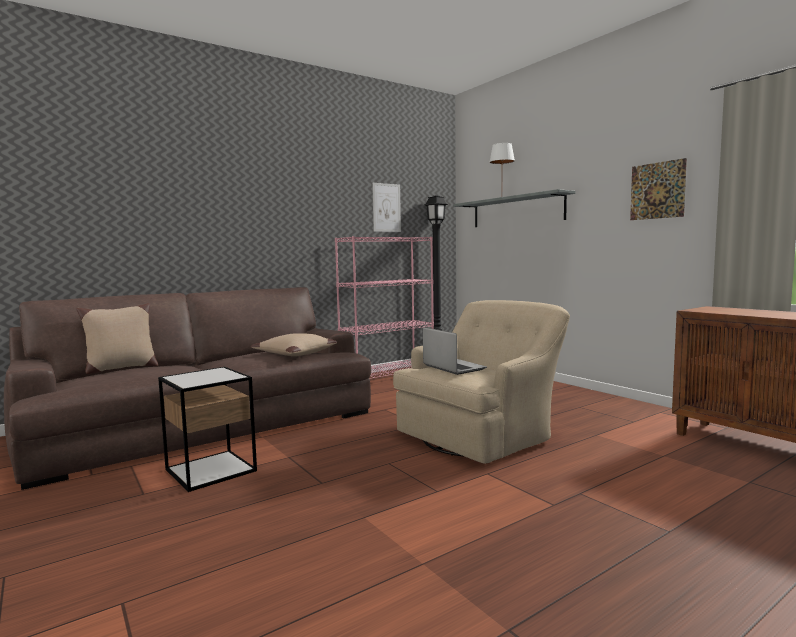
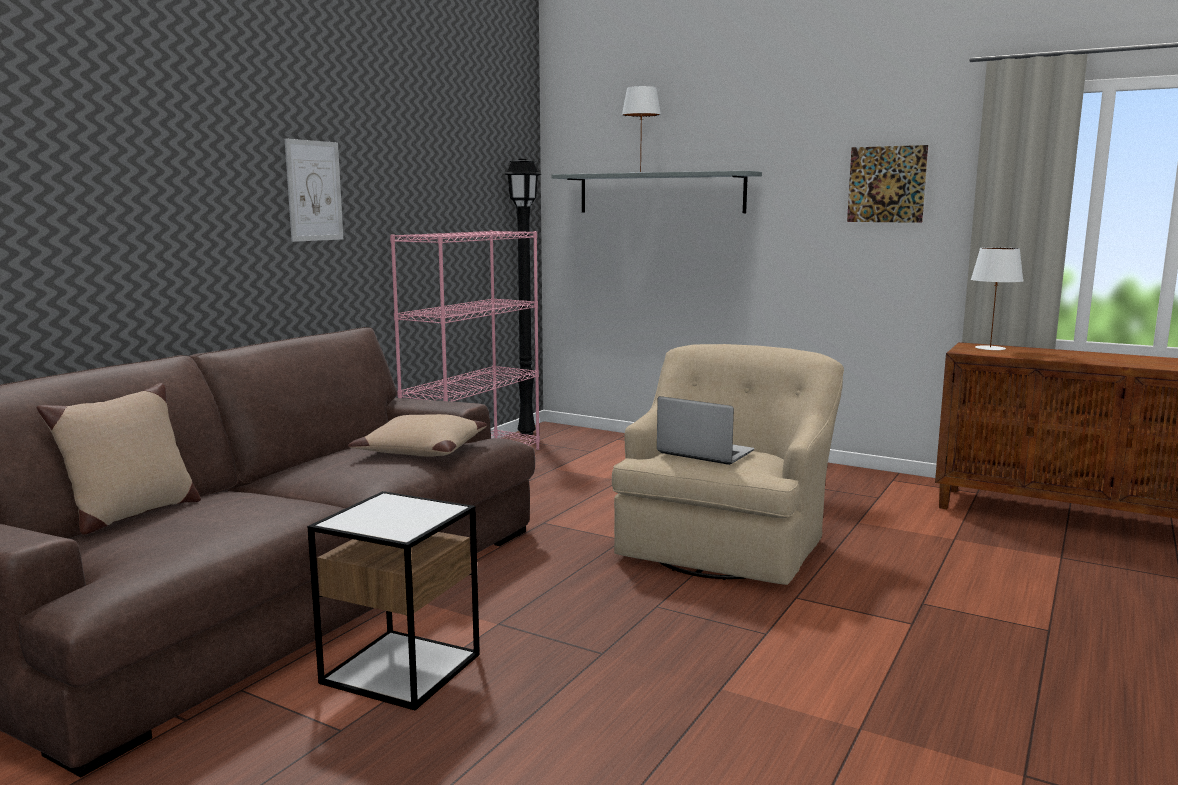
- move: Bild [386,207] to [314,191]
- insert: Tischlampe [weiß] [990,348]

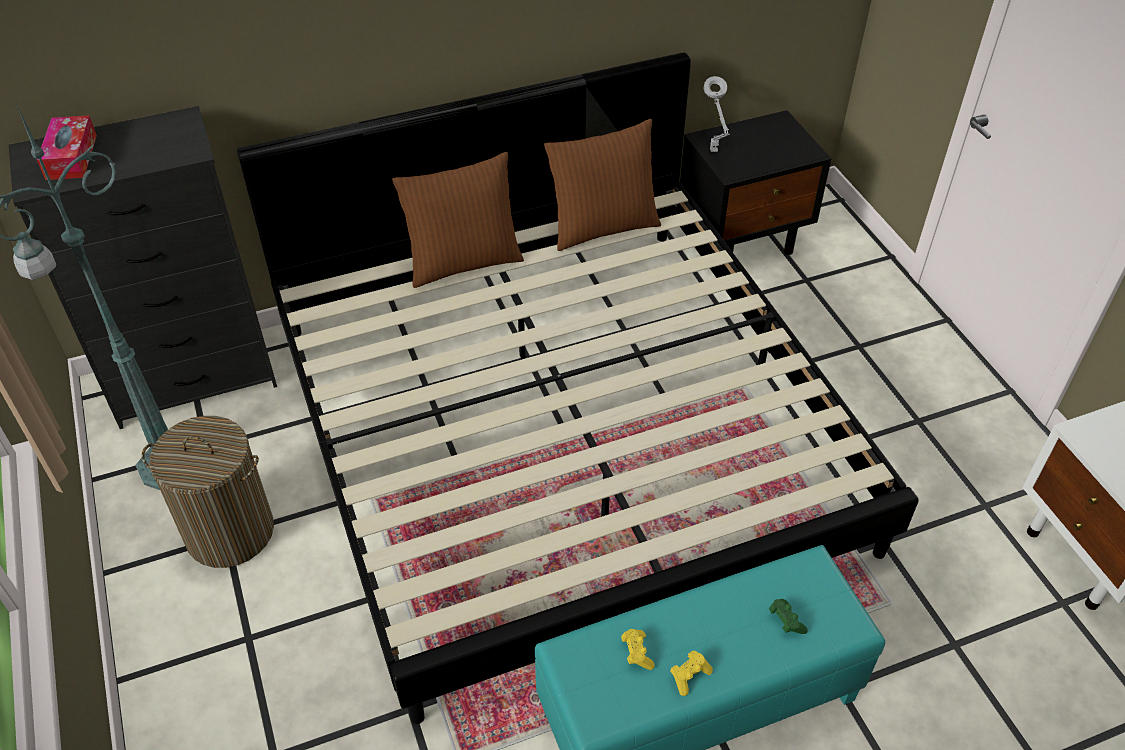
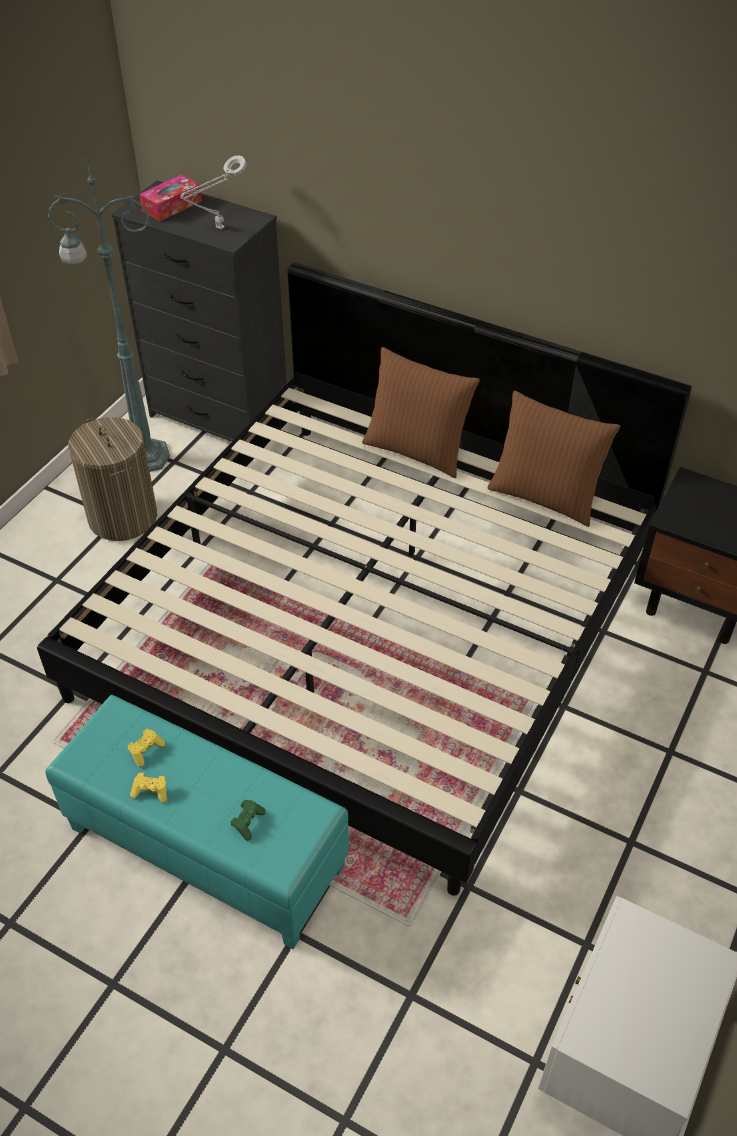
- move: Tischlampe [grau] [714,152] to [218,229]

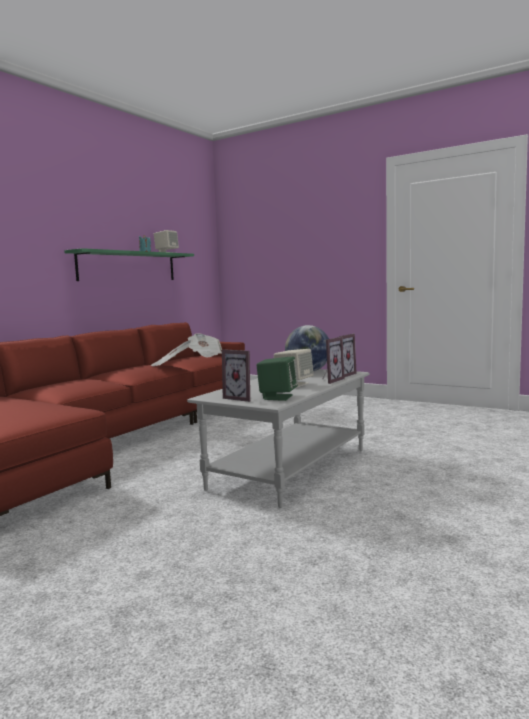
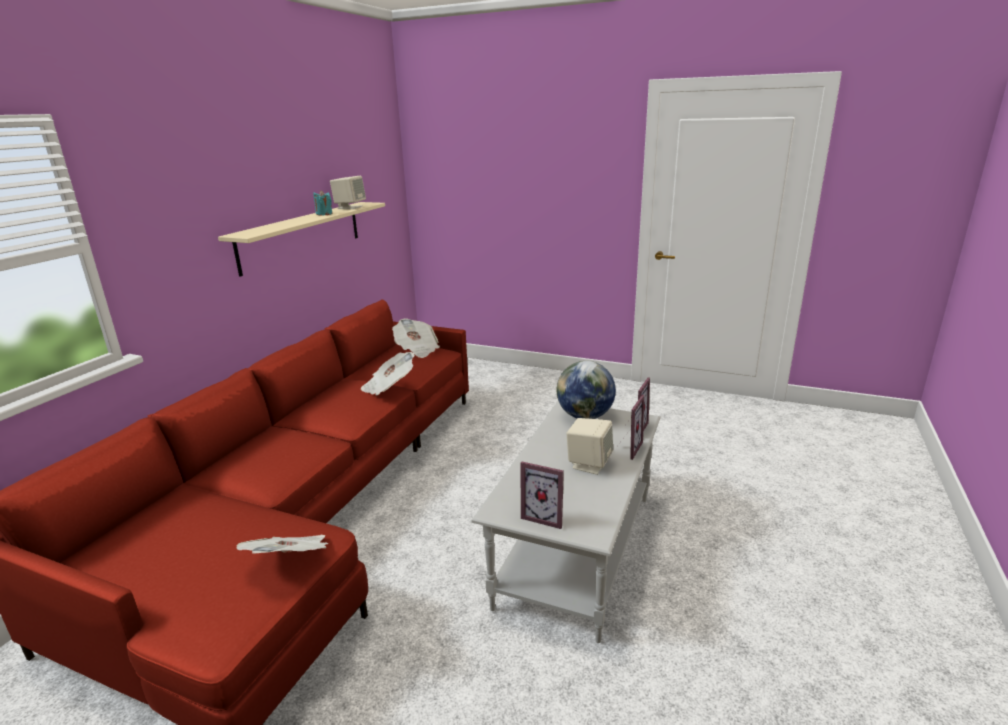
- recolor: Wandregal [grün] [128,266] to Wandregal [beige] [302,235]
- delete: Lautsprecher [grün] [278,397]
- insert: Zeitung [291,561]

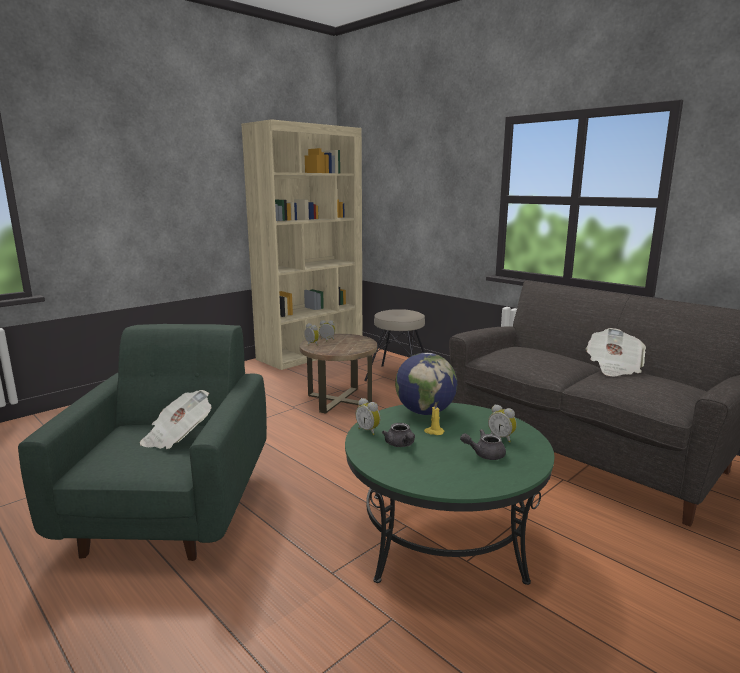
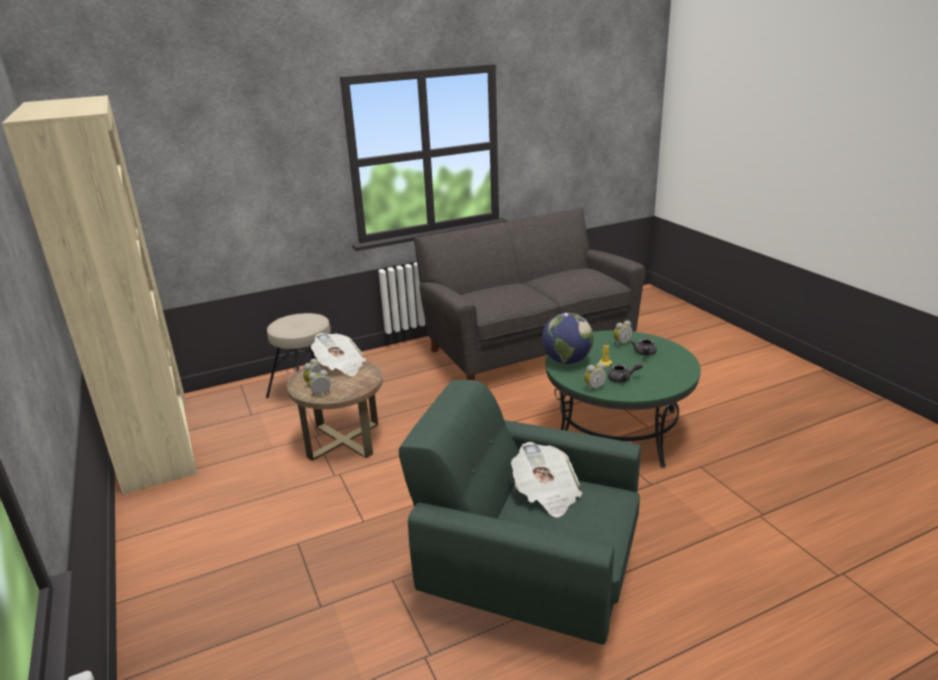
- move: Zeitung [613,367] to [340,366]

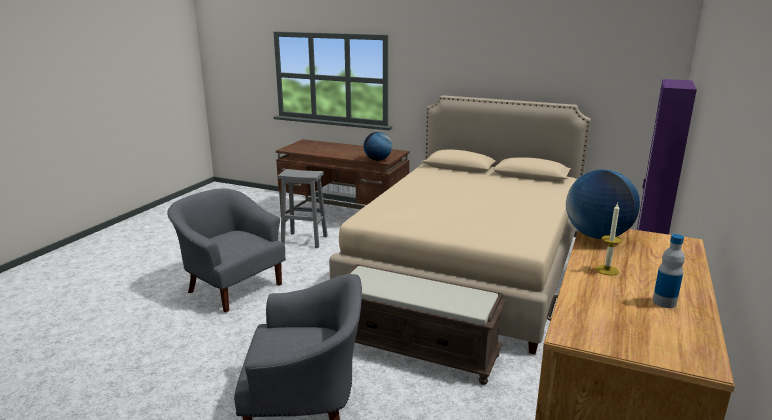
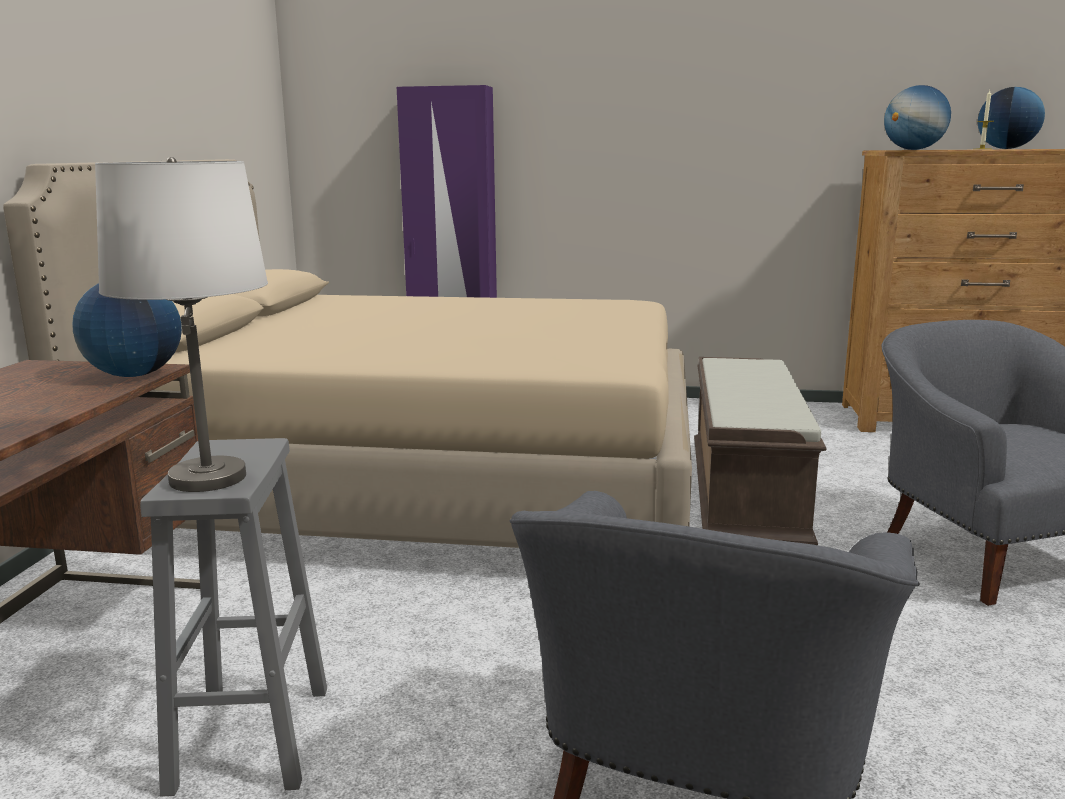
- replace: Flasche [664,302] to Globus [1006,148]
- insert: Tischlampe [weiß] [206,478]

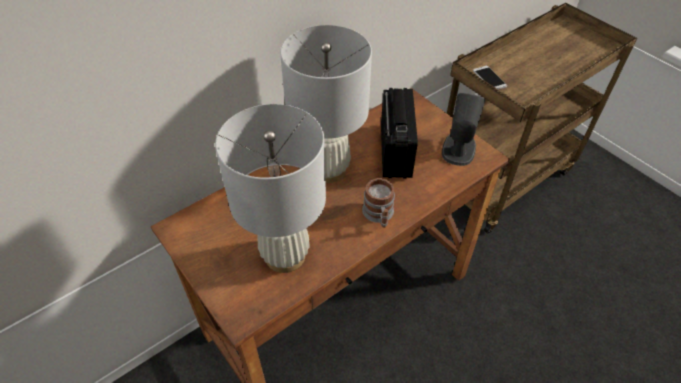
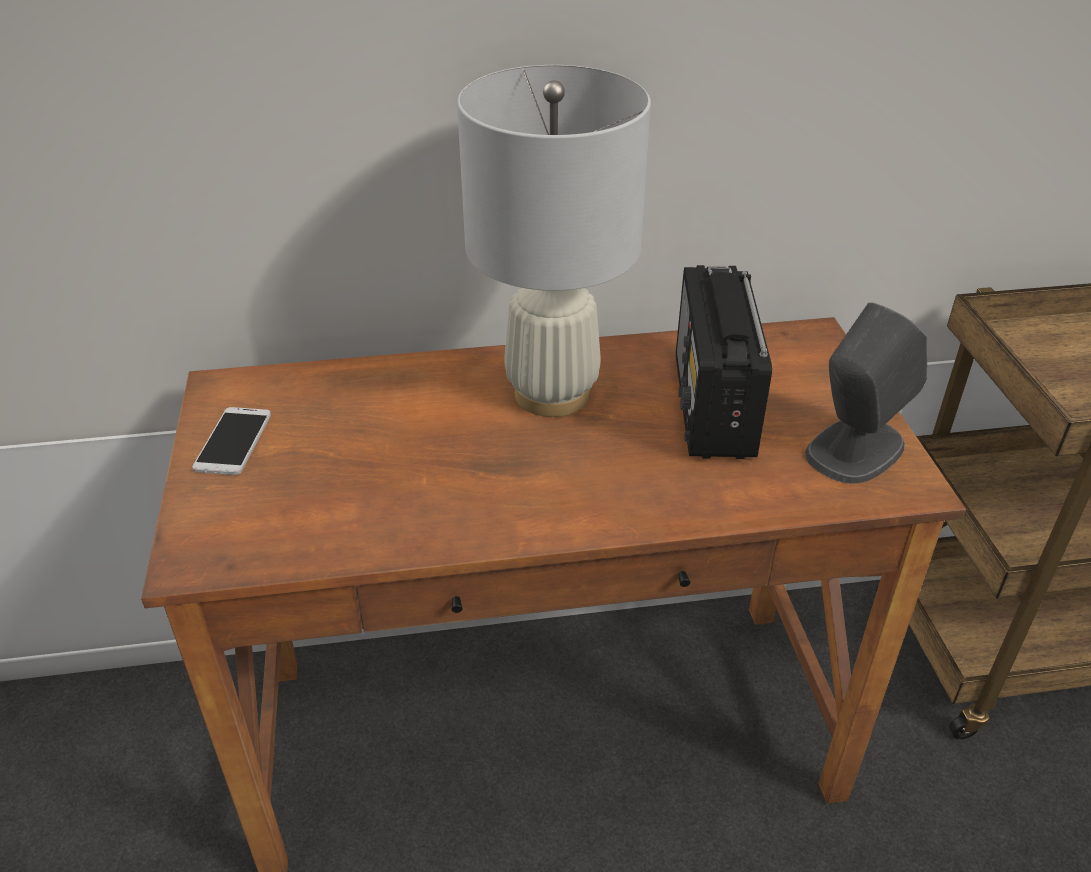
- move: Handy [489,78] to [233,441]
- rotate: Radio [395,150] = [713,407] 150 degrees clockwise
- delete: Tischlampe [weiß] [285,255]
- delete: Henkelbecher [379,215]

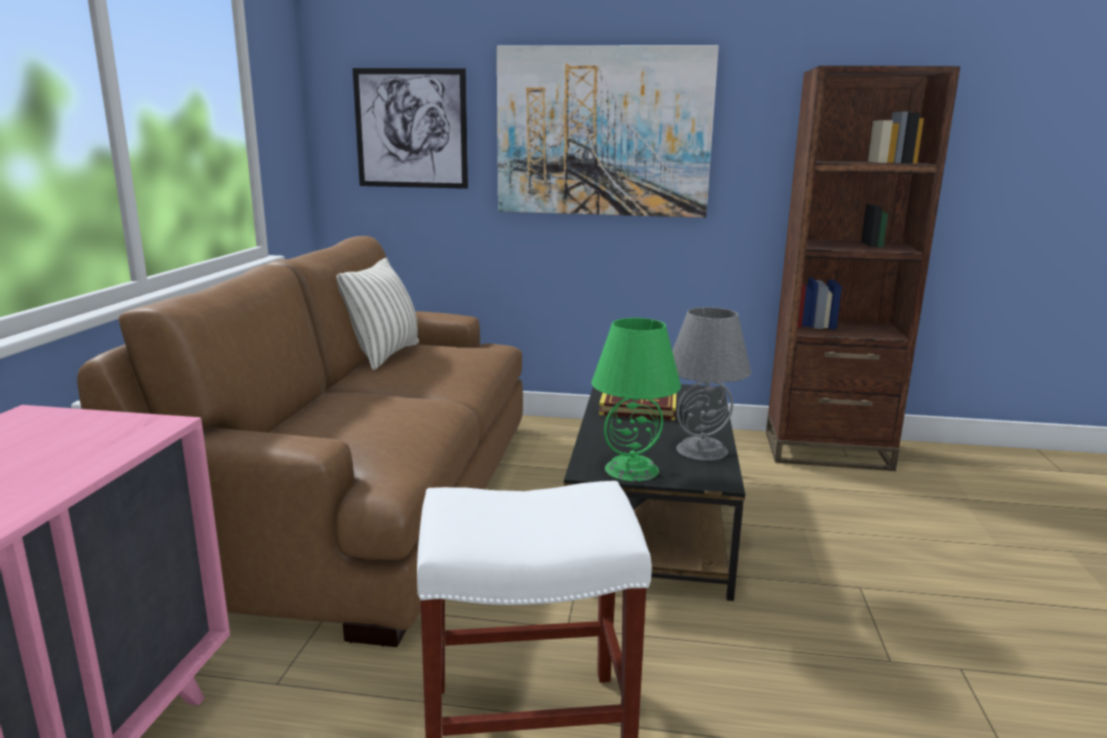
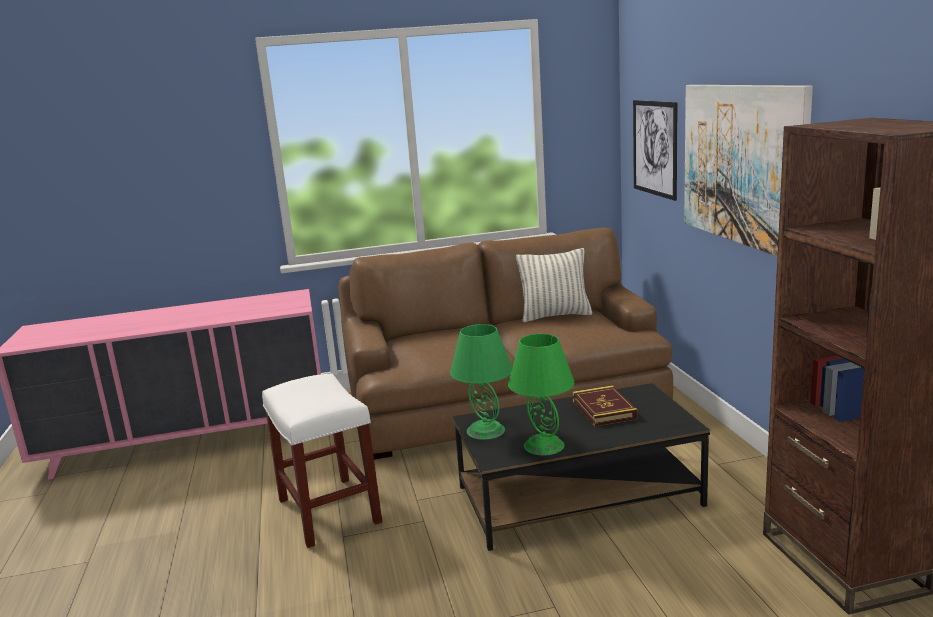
- recolor: Tischlampe [grau] [702,449] to Tischlampe [grün] [544,445]

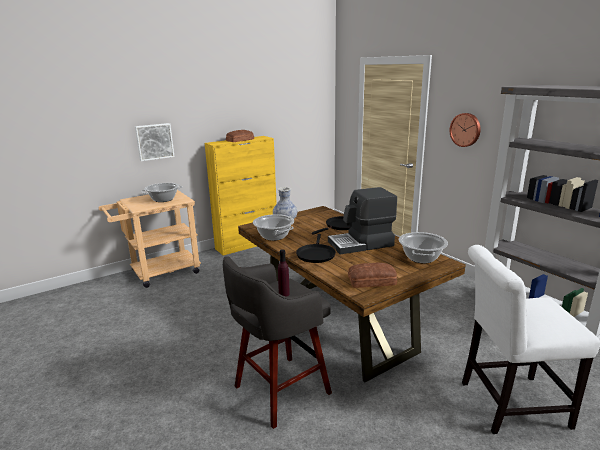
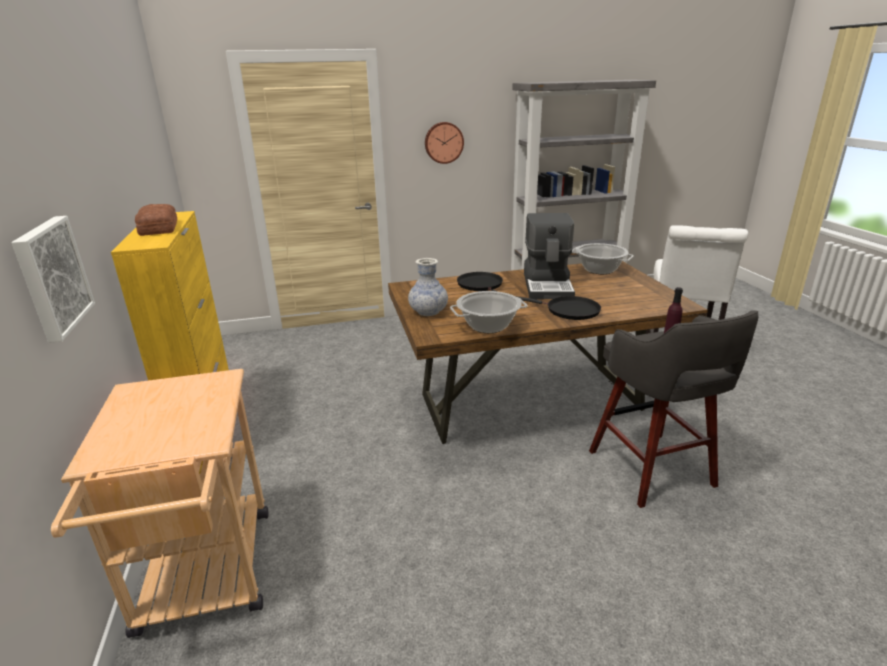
- delete: Kochtopf [163,199]
- delete: Brot [372,281]

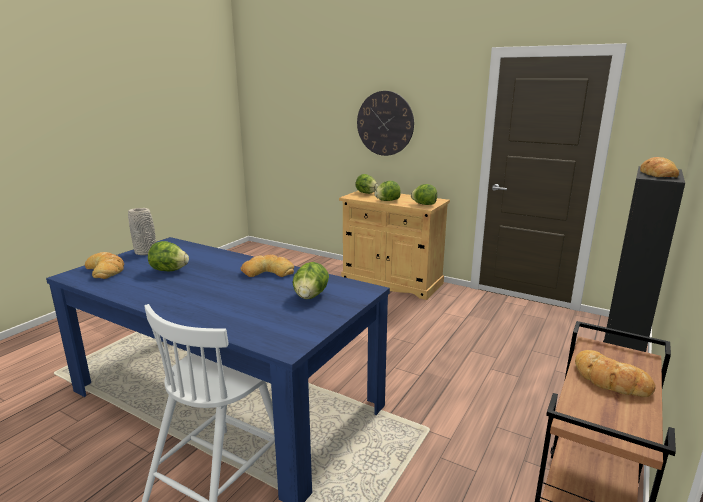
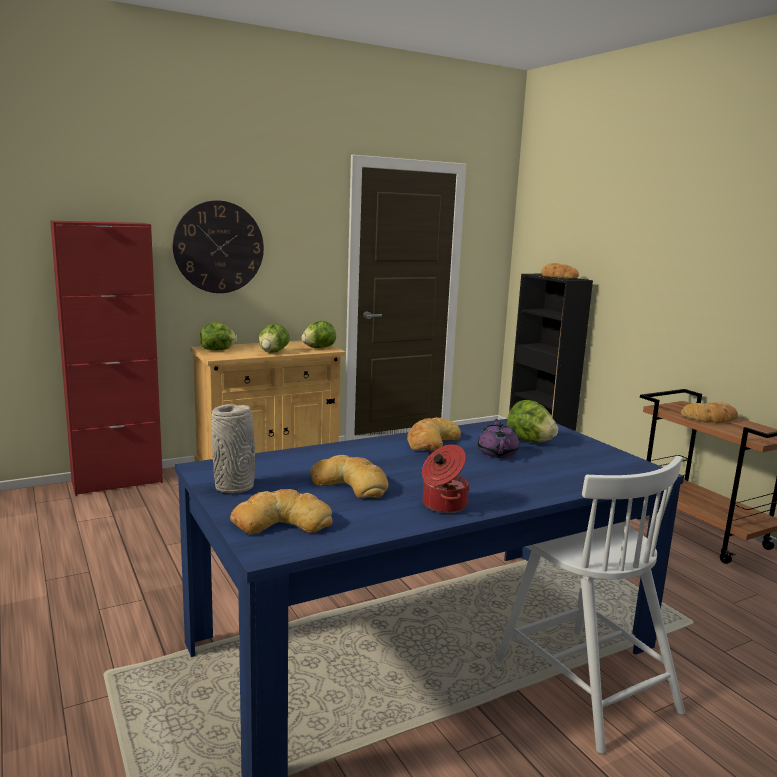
- replace: Salatkopf [169,270] to Brot [351,484]
- insert: Schrank [rot] [117,482]
- insert: Teekanne [lila] [497,453]
- insert: Kochtopf [442,505]

